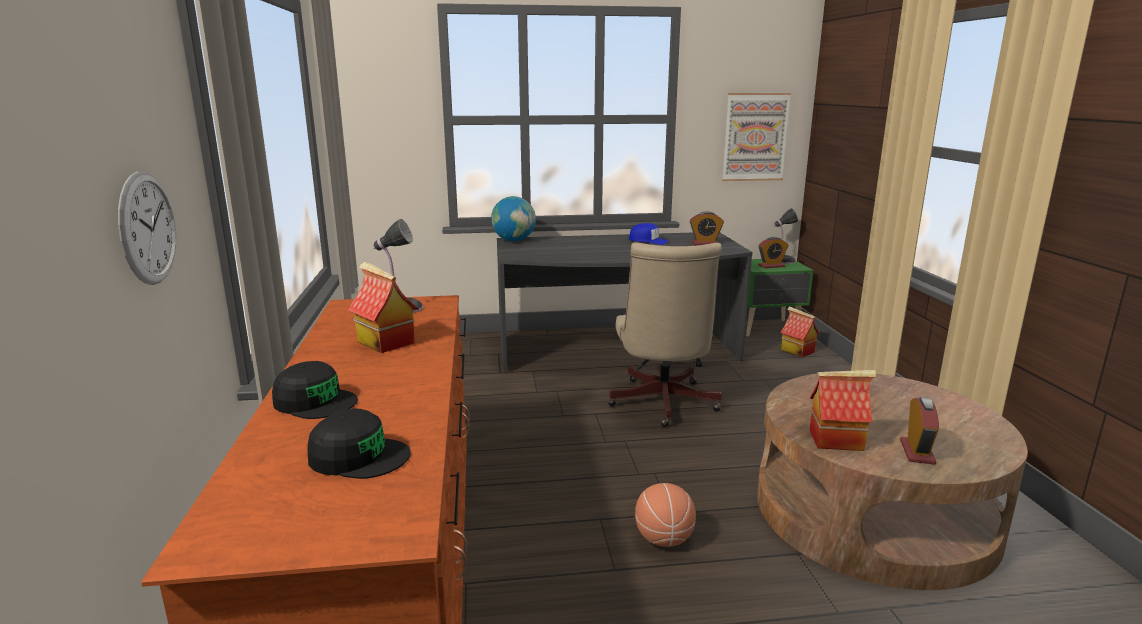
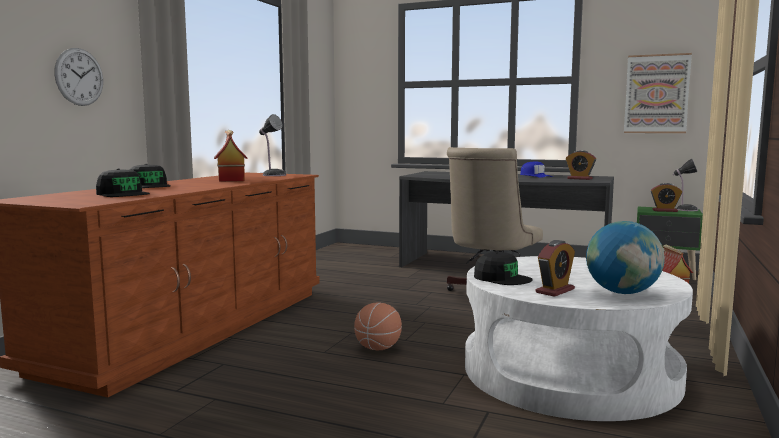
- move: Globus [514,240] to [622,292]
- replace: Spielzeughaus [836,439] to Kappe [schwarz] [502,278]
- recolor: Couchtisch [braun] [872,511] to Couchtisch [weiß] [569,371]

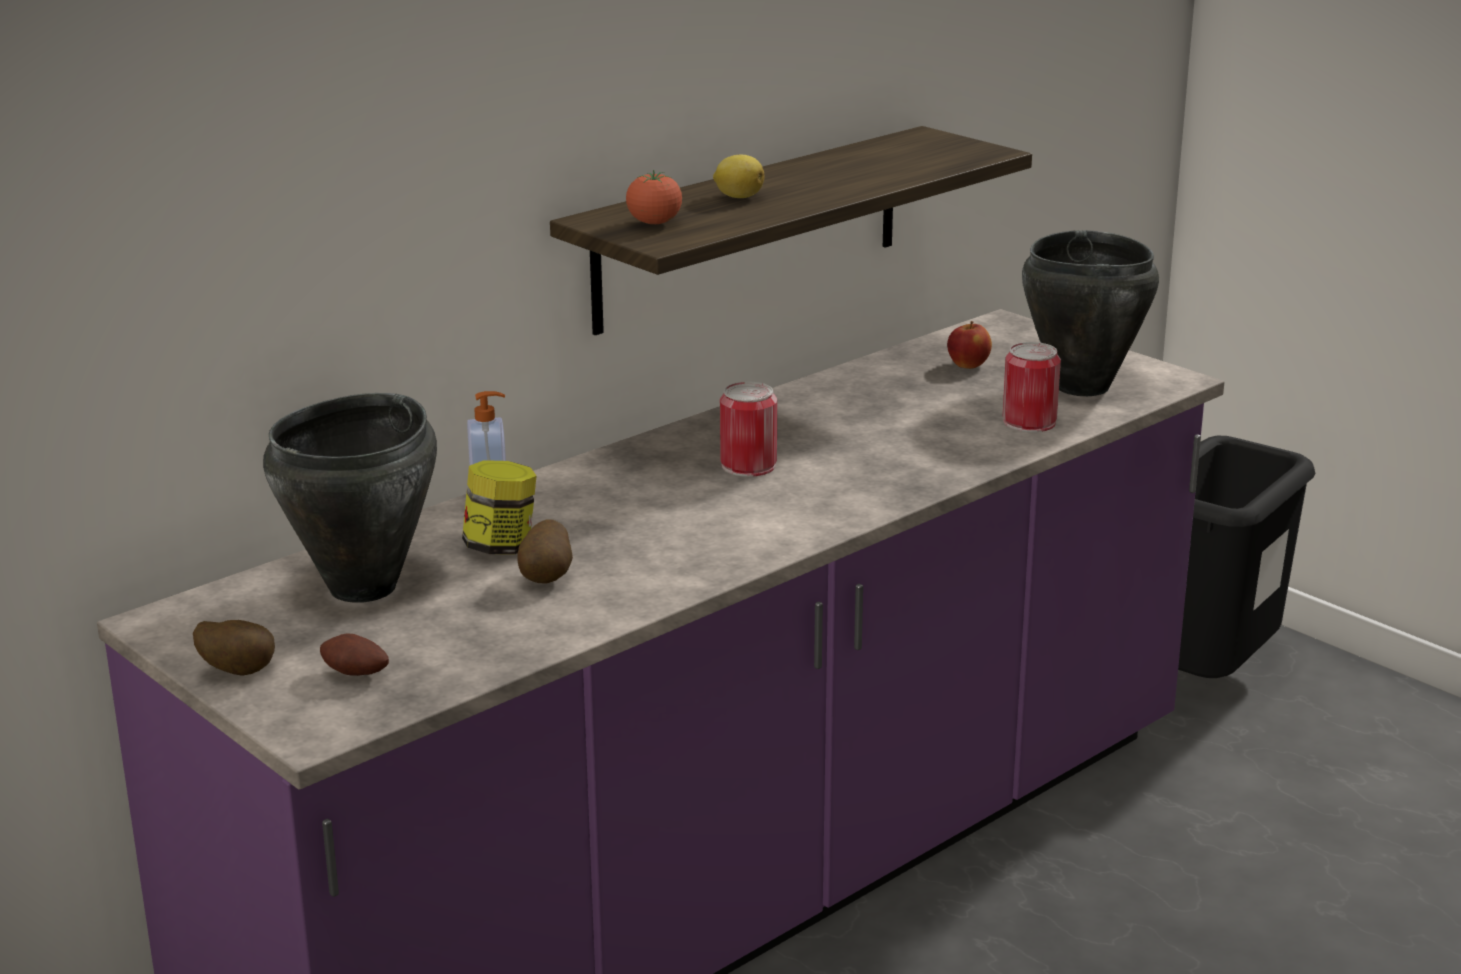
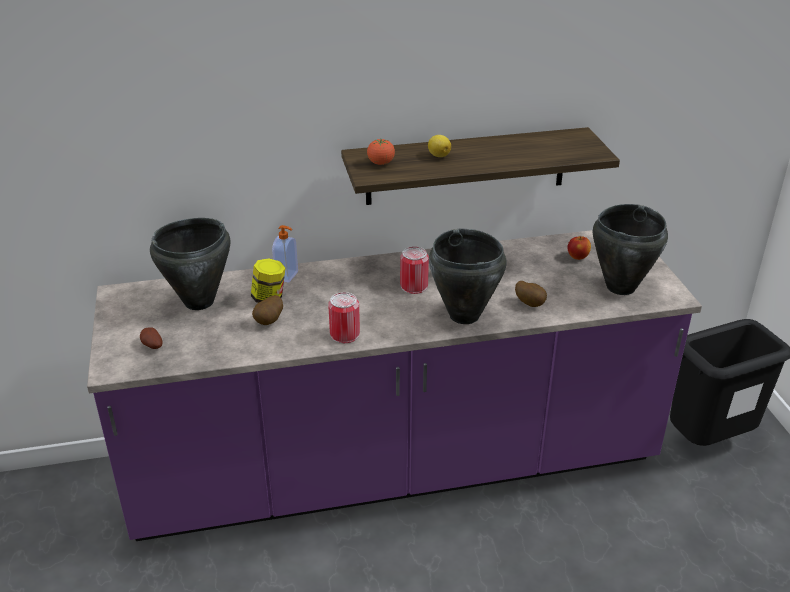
- move: Dose [1029,422] to [344,334]
- move: Kartoffel [239,671] to [530,303]
- insert: Kochtopf [schwarz] [464,316]

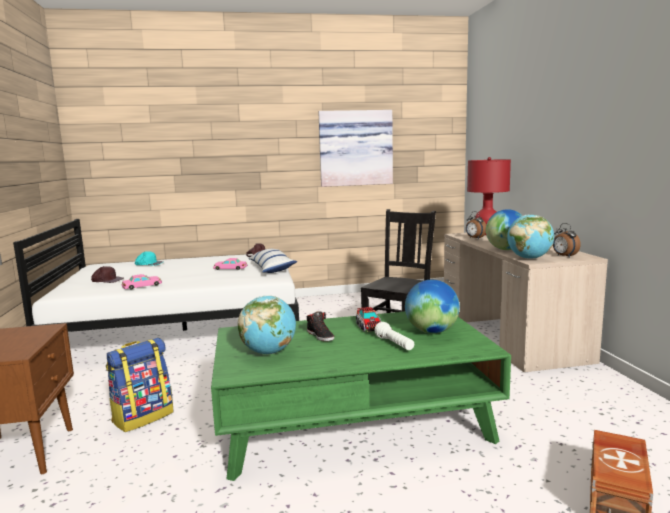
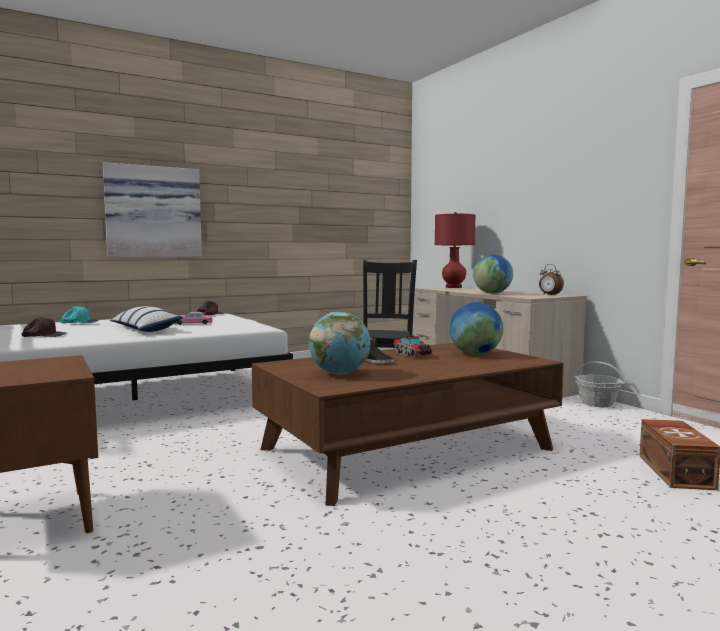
- move: Bild [355,148] to [153,212]
- delete: Wecker [474,238]
- delete: Globus [529,258]
- move: Kissen [271,268] to [145,329]
- delete: Spielzeugauto [rosa] [142,286]
- recolor: Couchtisch [grün] [353,419] to Couchtisch [braun] [408,449]
- delete: Taschenlampe [weiß] [394,344]
- delete: Rucksack [143,417]
- insert: Korb [597,403]

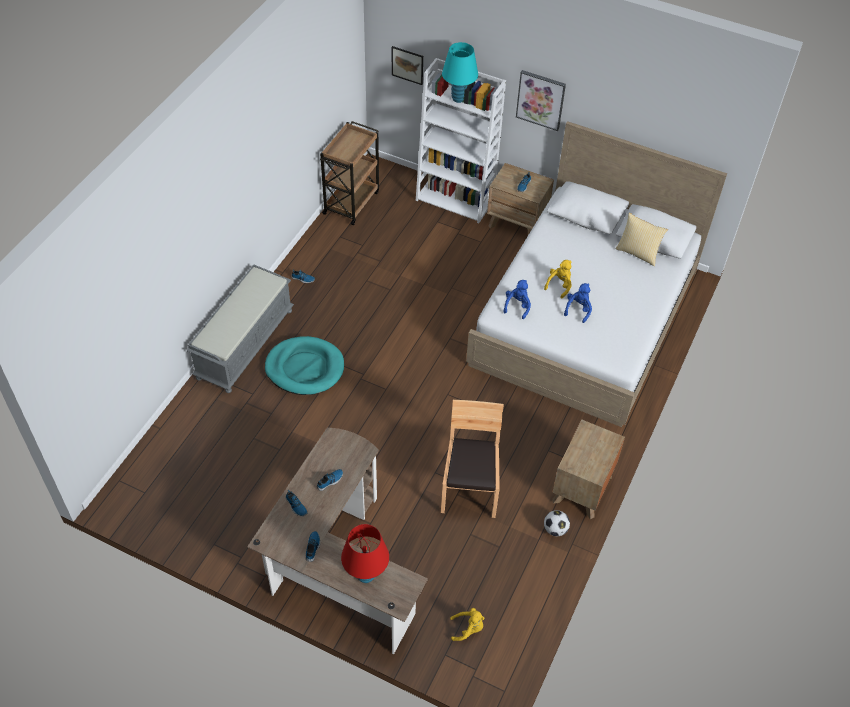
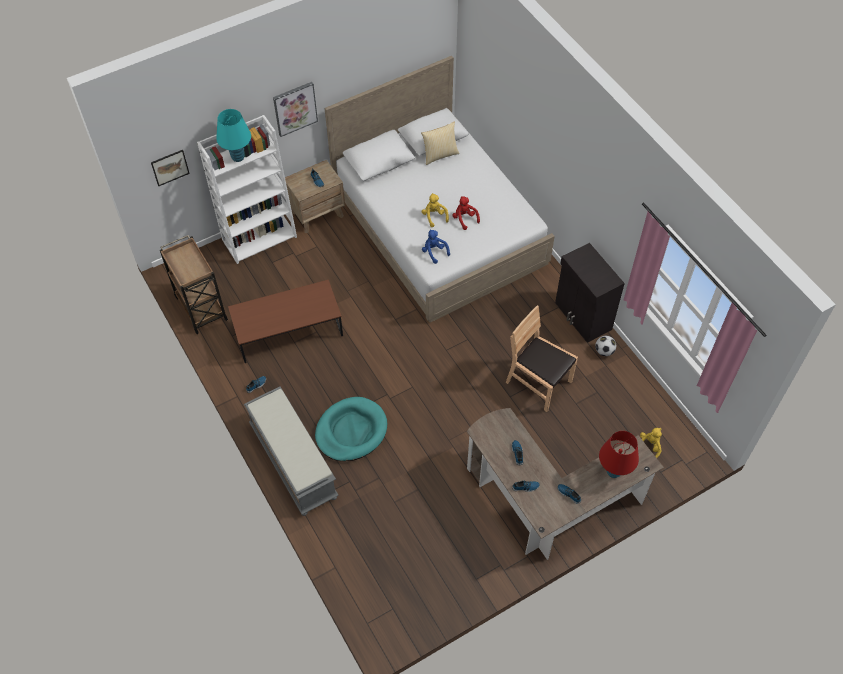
- recolor: Plüschtier [blau] [578,309] to Plüschtier [rot] [464,219]
- replace: Nachttisch [braun] [582,489] to Schrank [schwarz] [582,316]
- insert: Couchtisch [braun] [288,332]

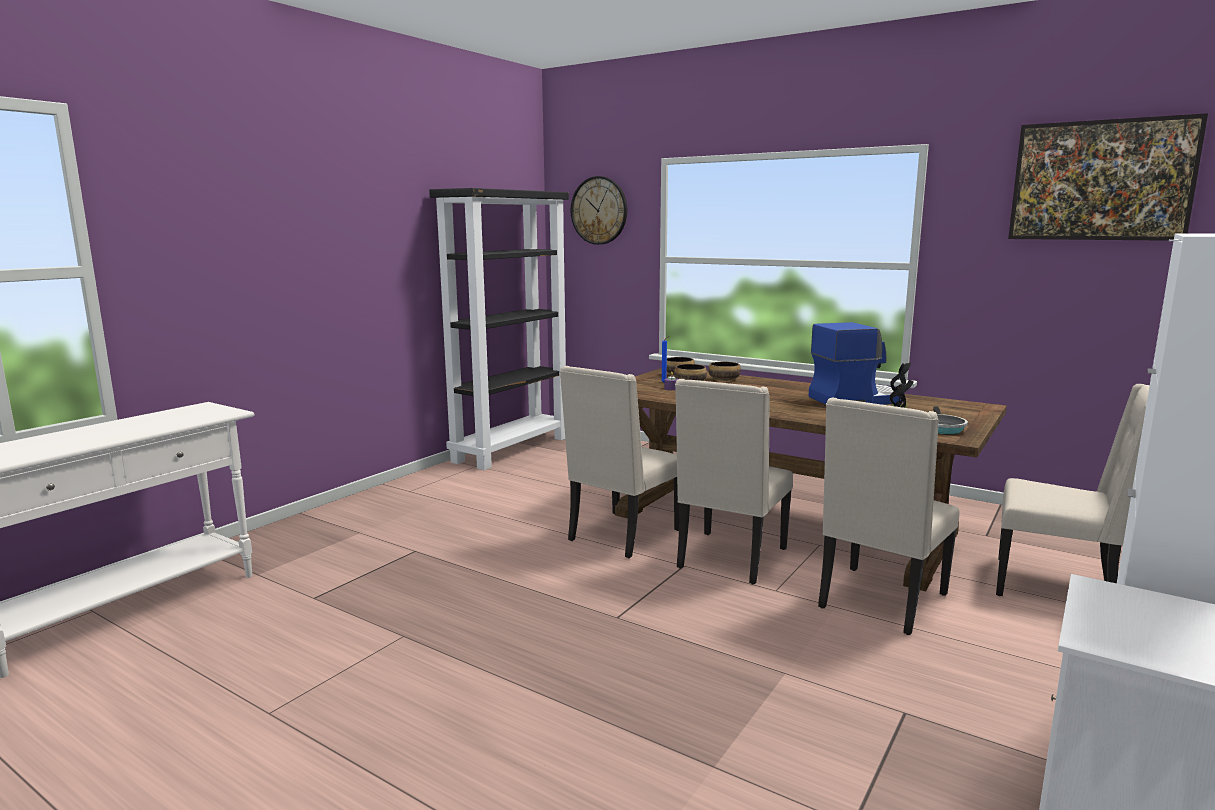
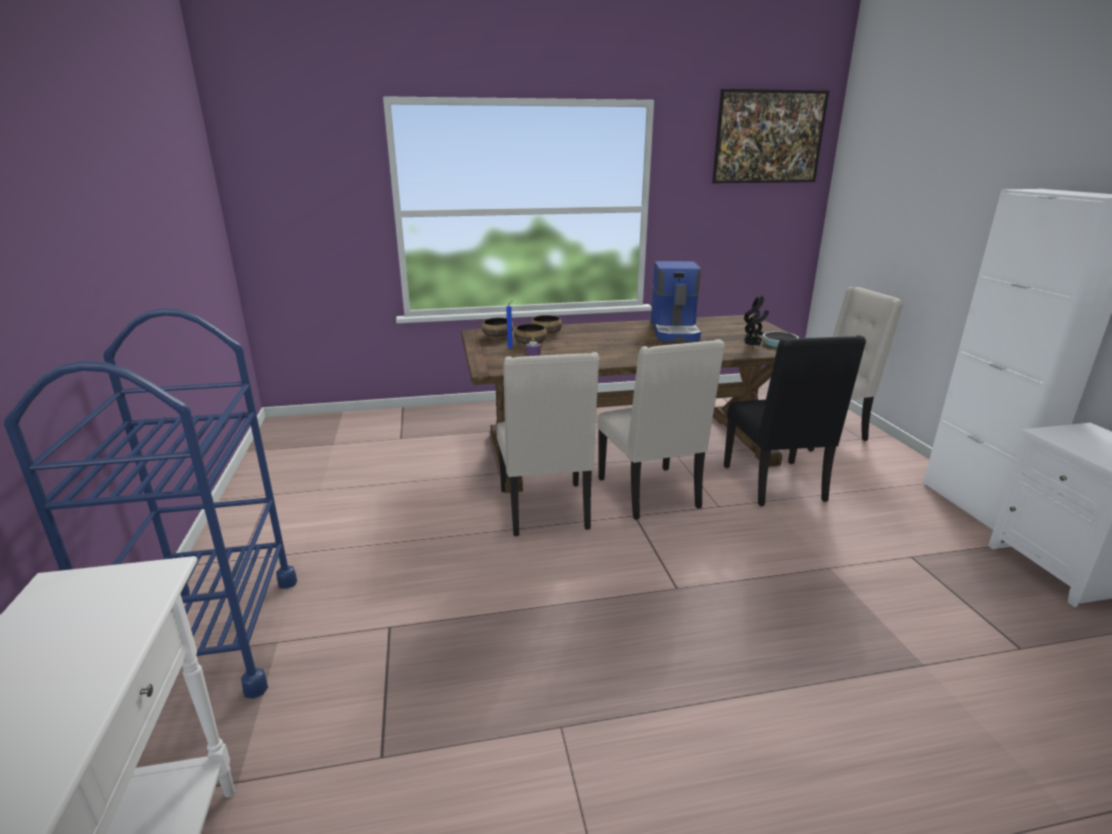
- delete: Wanduhr [599,210]
- delete: Bücherregal [schwarz] [511,449]
- rotate: Kaffeemaschine [855,399] = [675,331] 150 degrees clockwise
- recolor: Stuhl [beige] [880,601] to Stuhl [schwarz] [776,484]
- insert: Rollwagen [blau] [213,638]

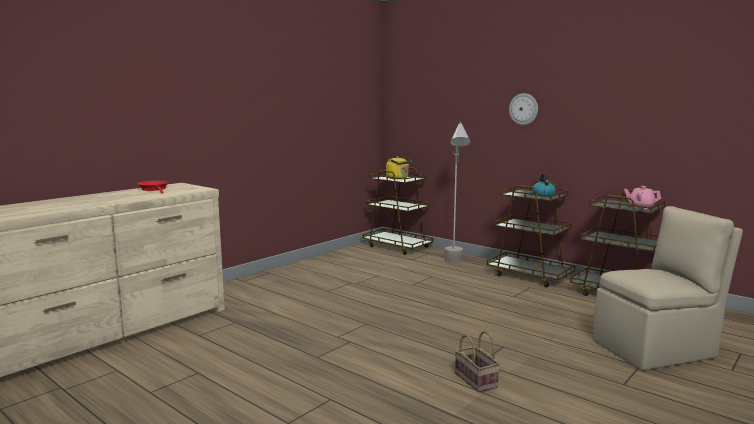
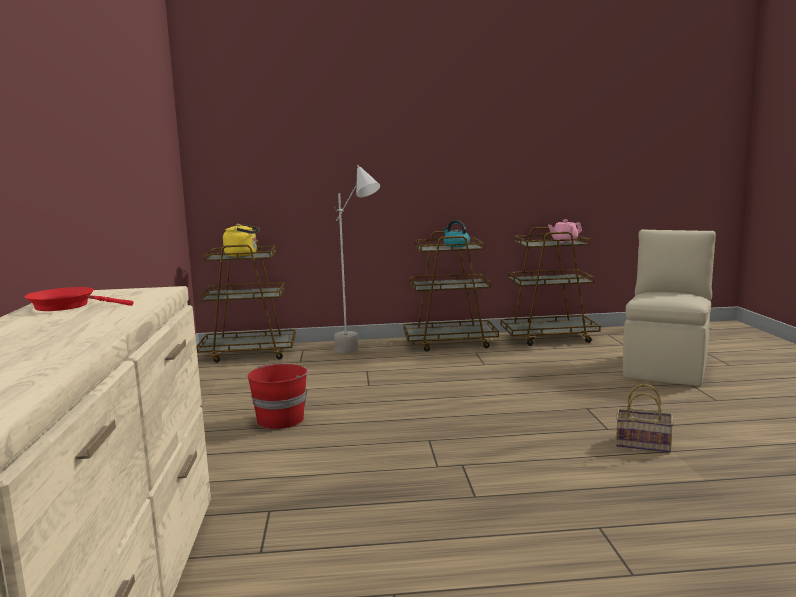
- delete: Wanduhr [523,109]
- insert: Eimer [rot] [281,419]

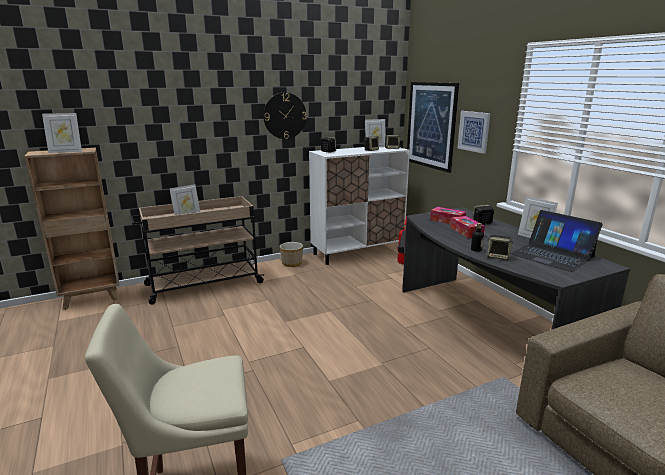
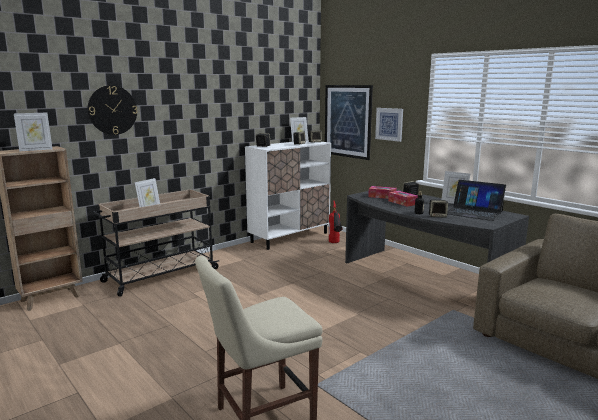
- move: Wanduhr [284,116] to [112,110]
- delete: Pflanzkübel [292,263]

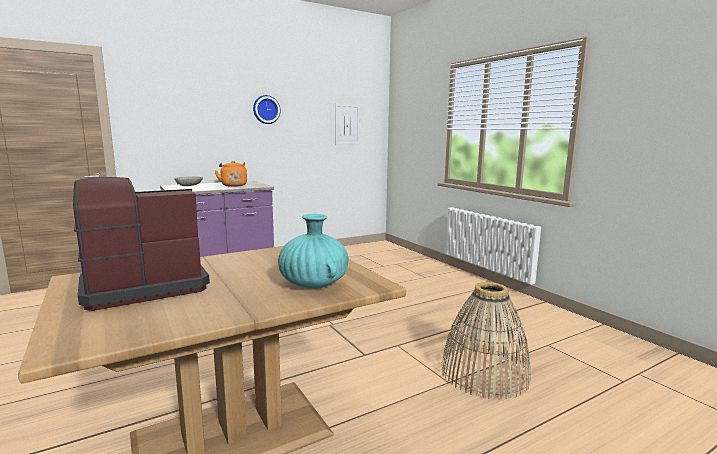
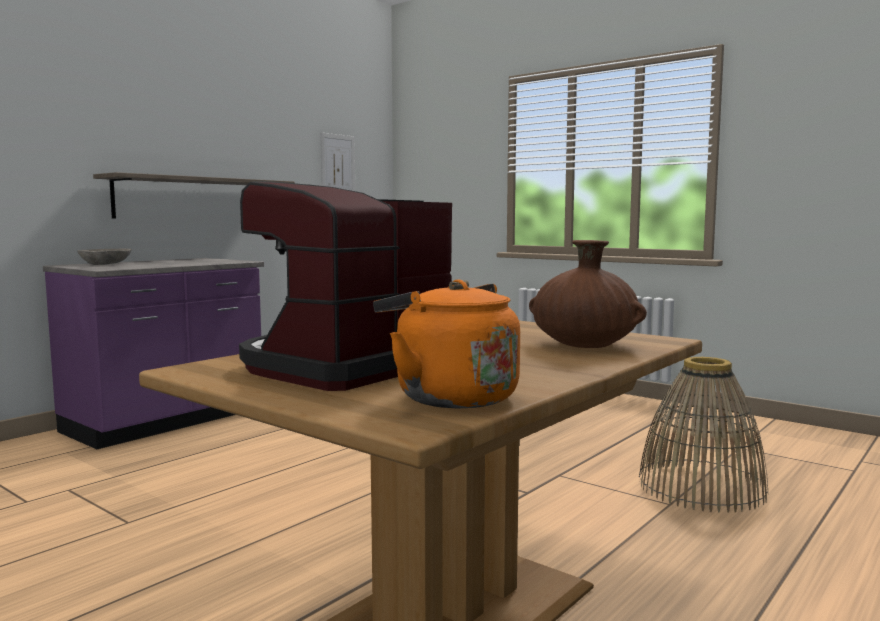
- delete: Wanduhr [266,109]
- move: Wasserkessel [orange] [233,185] to [449,397]
- recolor: Vase [türkis] [314,284] to Vase [braun] [584,345]
- insert: Wandregal [191,198]

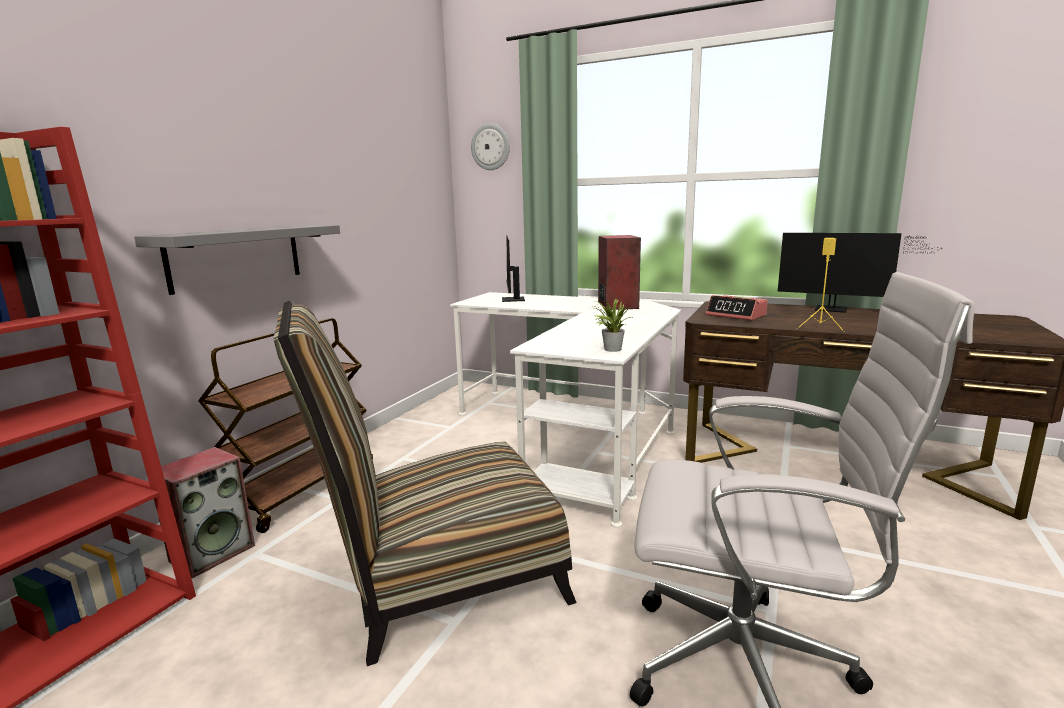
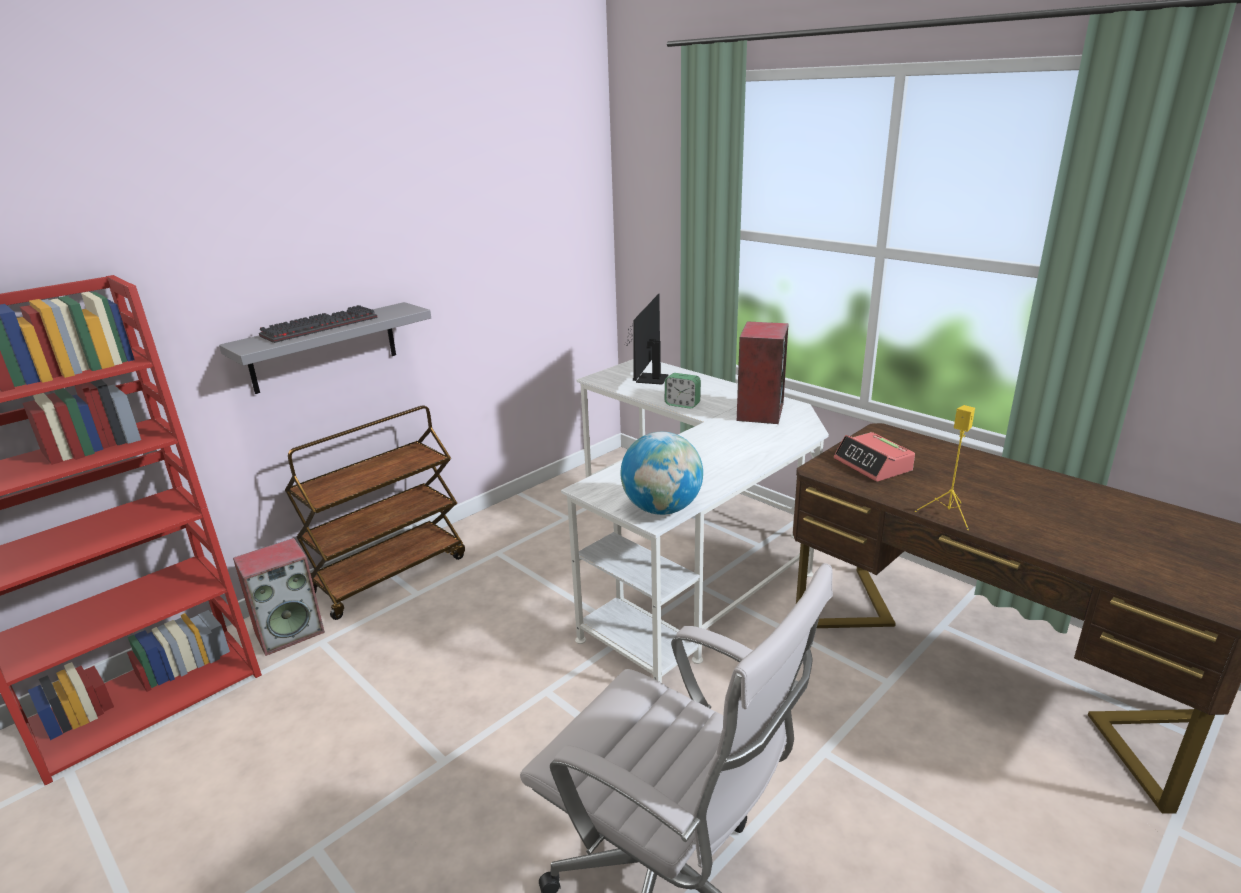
- delete: Wanduhr [490,147]
- delete: Monitor [836,309]
- replace: Topfpflanze [610,349] to Globus [662,509]
- delete: Stuhl [438,581]
- insert: Tastatur [321,326]
- insert: Wecker [682,404]

